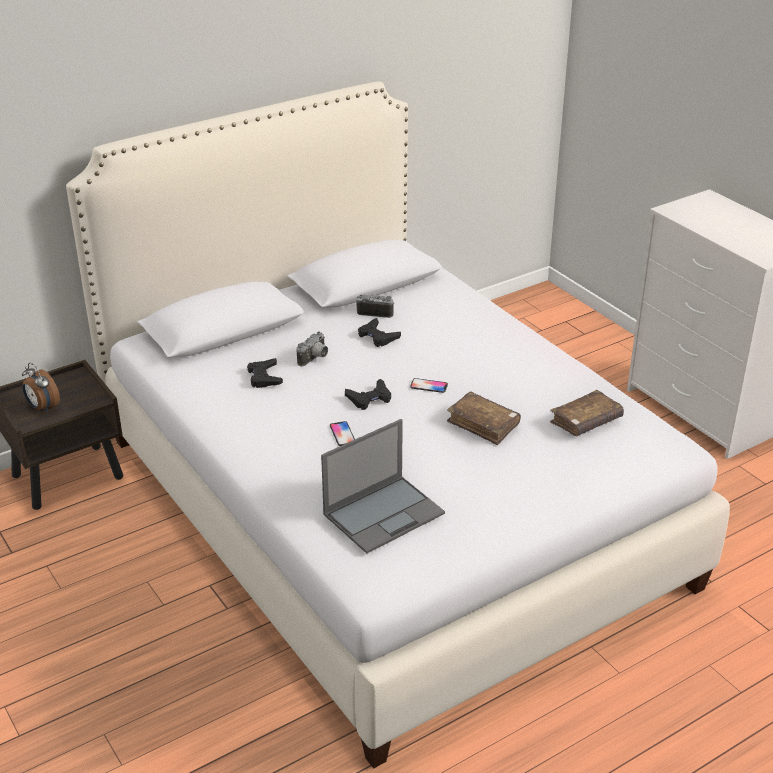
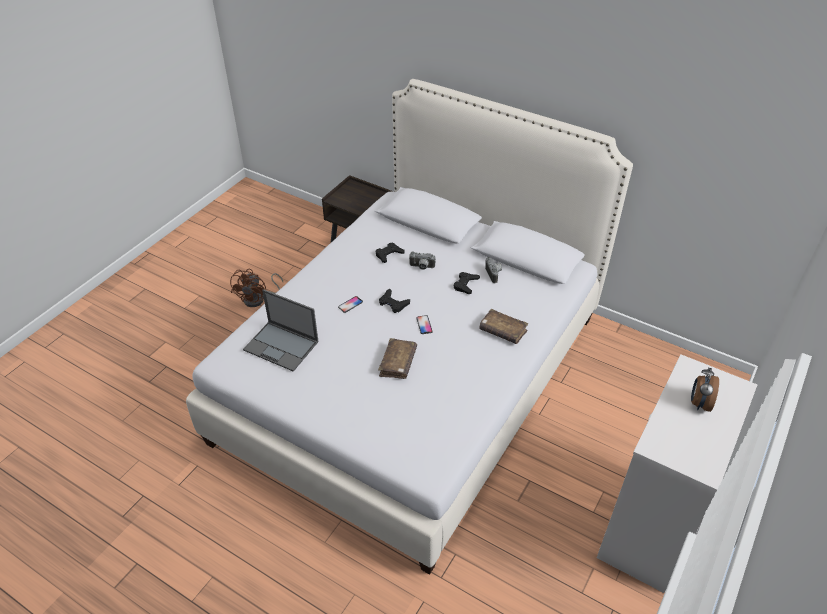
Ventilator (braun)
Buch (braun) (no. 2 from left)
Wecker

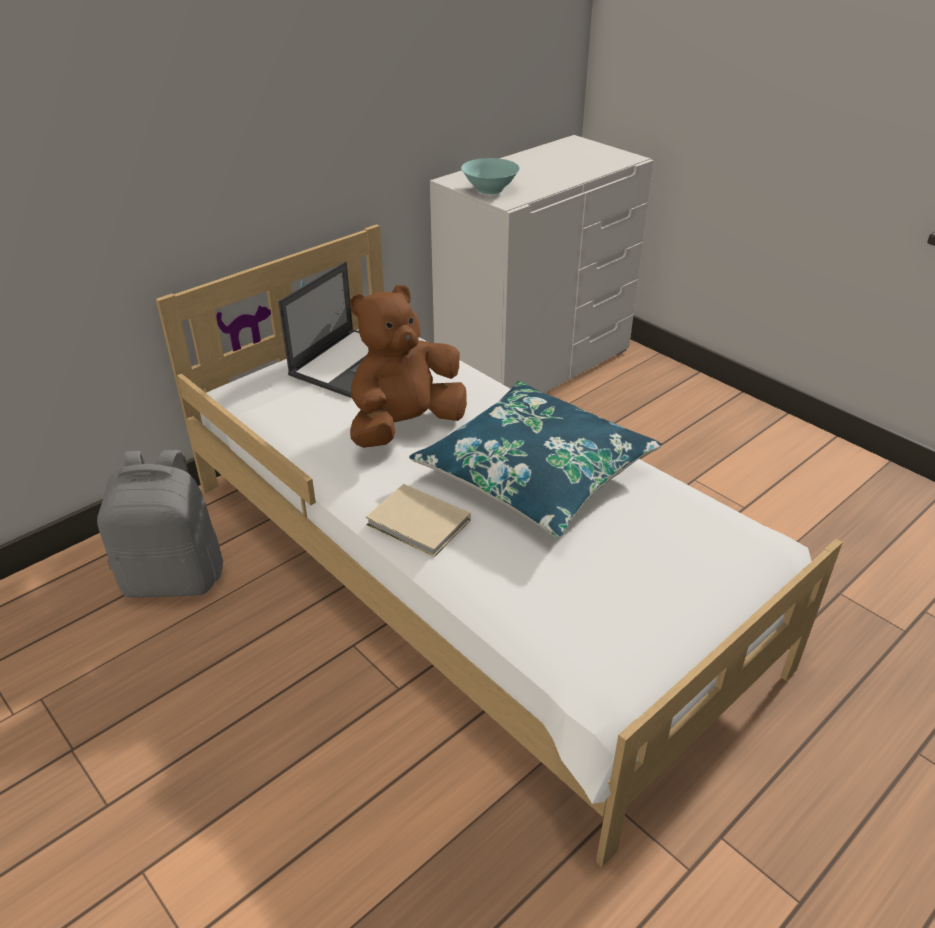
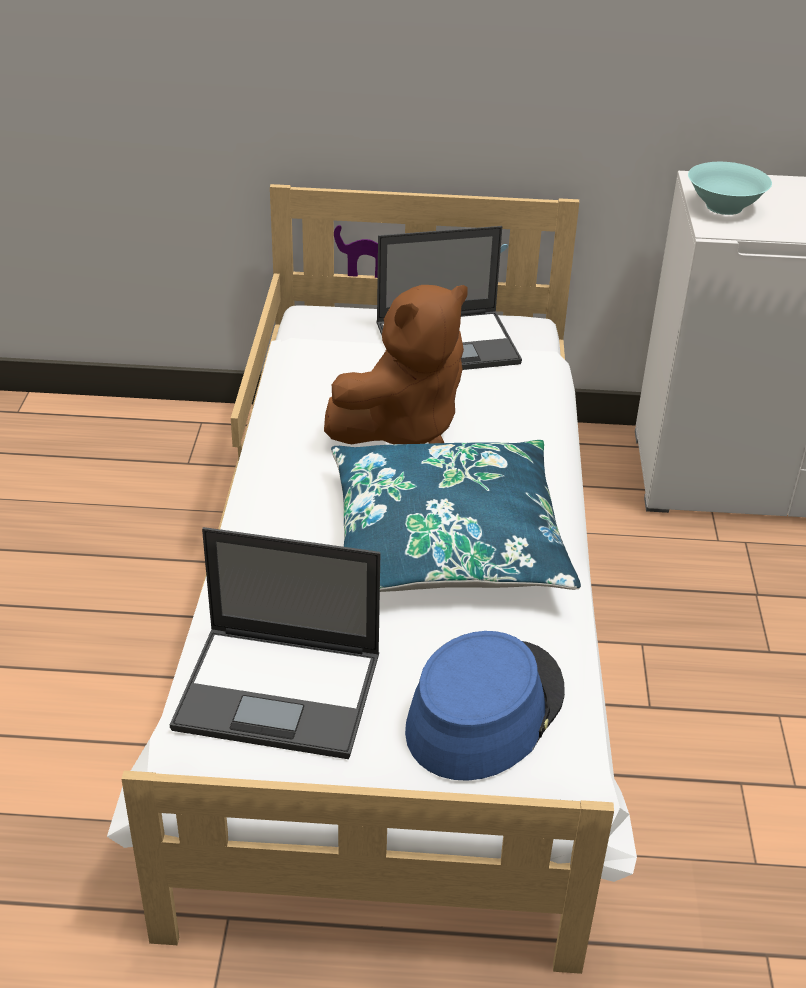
Laptop (no. 1 from left)
Plüschtier (braun)
Hut (blau)
Rucksack (grau)
Buch (beige)

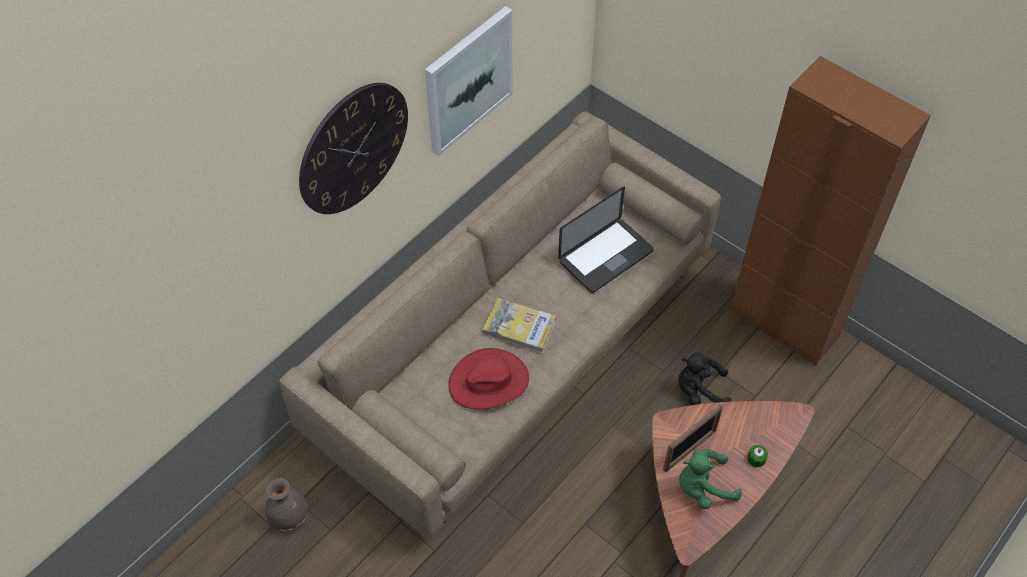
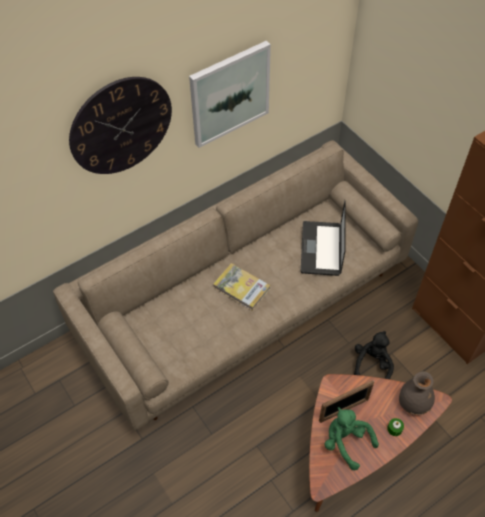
Laptop
Plüschtier (grün)
Plüschtier (schwarz)
Vase (grau)
Hut (rot)

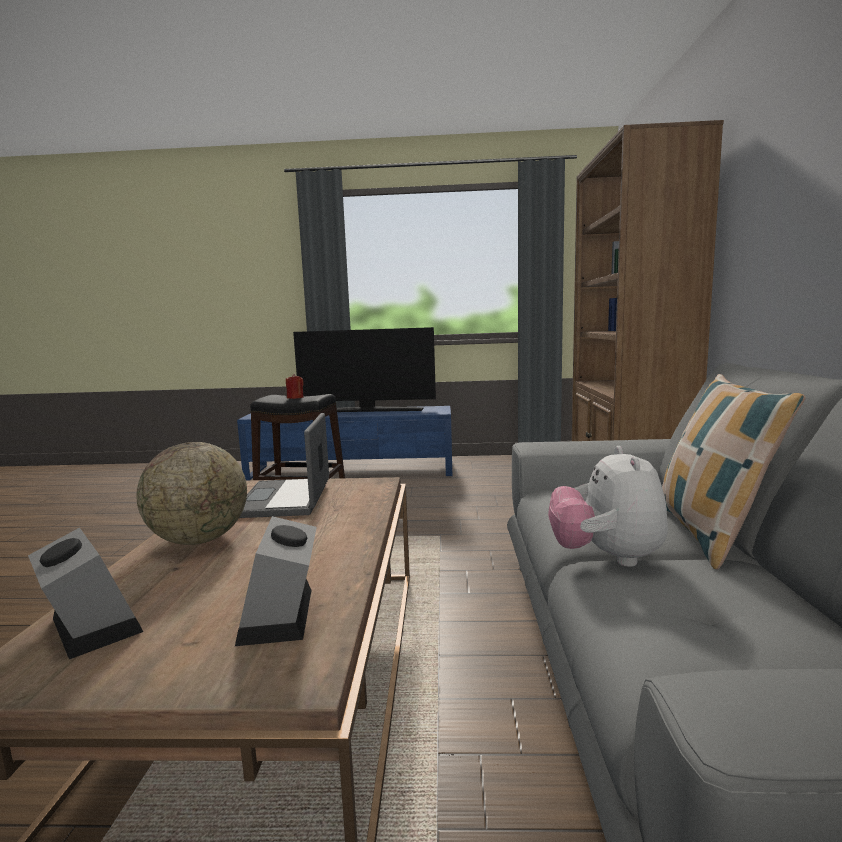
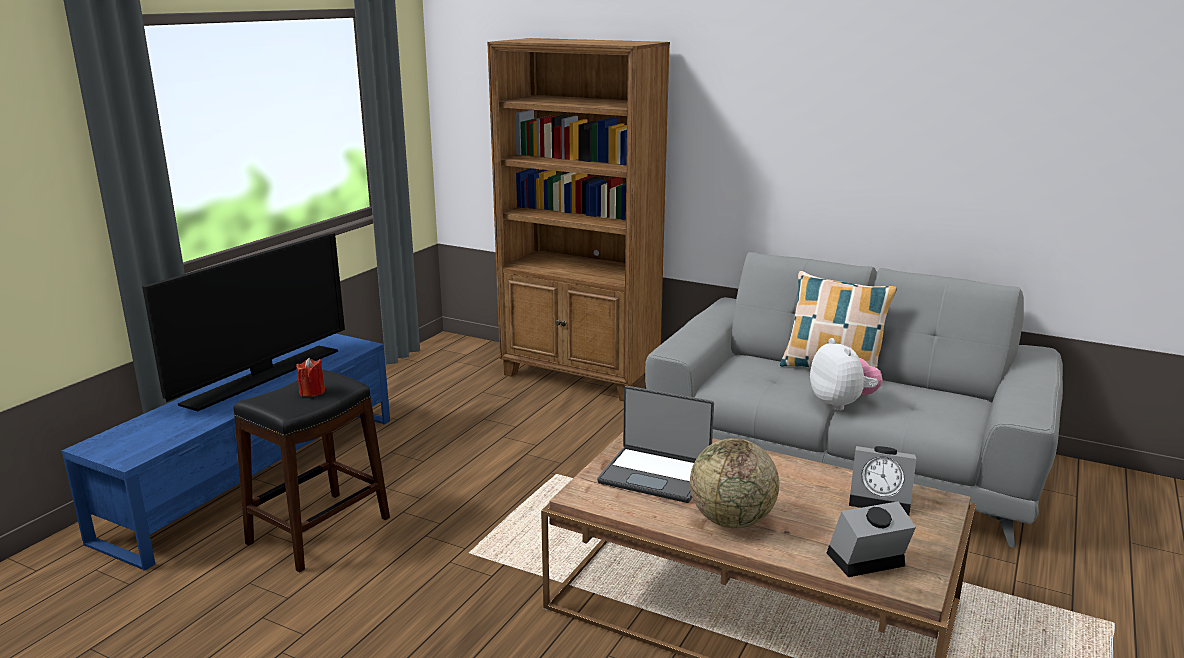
Plüschtier

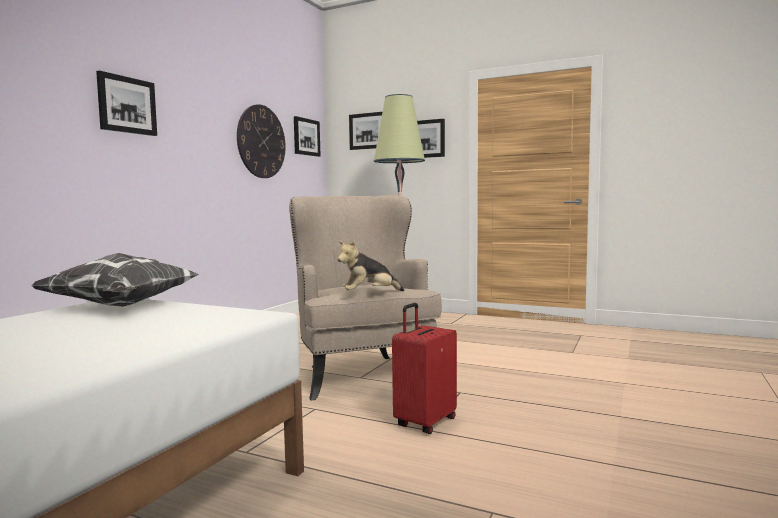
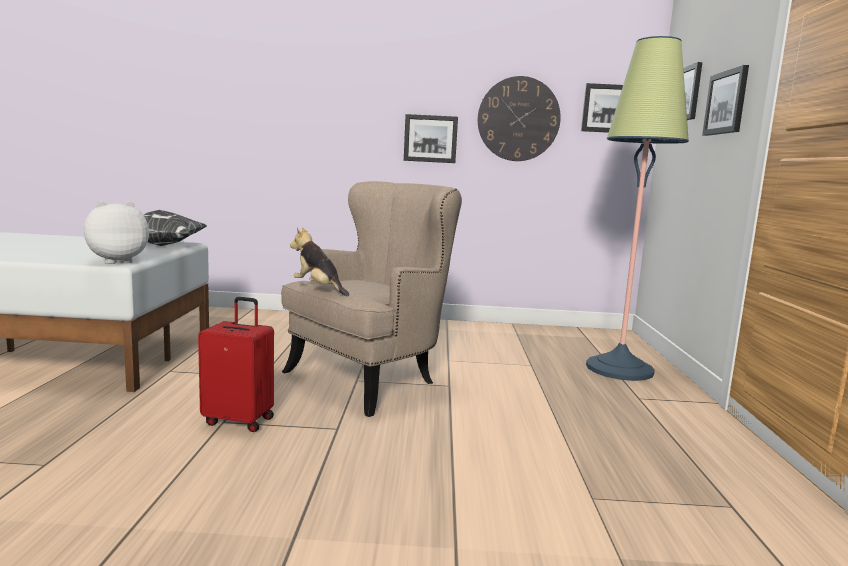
Plüschtier (no. 1 from left)
Bild (no. 1 from left)

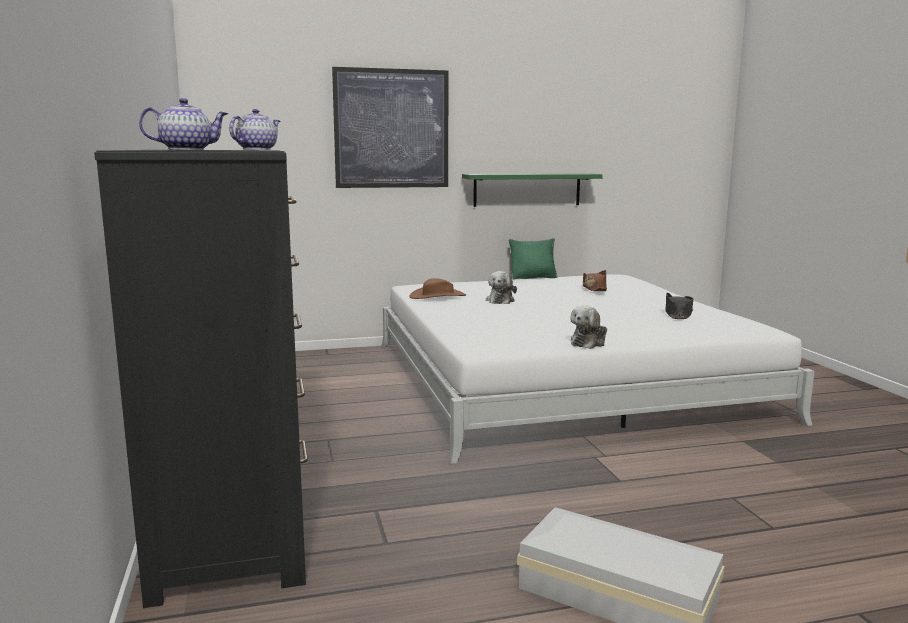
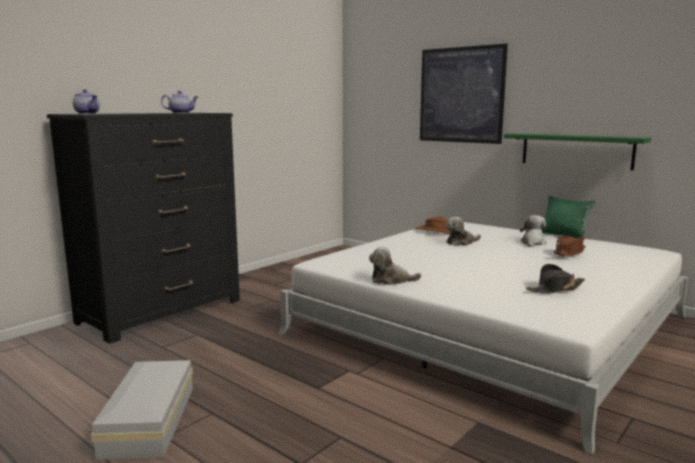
Plüschtier (no. 3 from left)

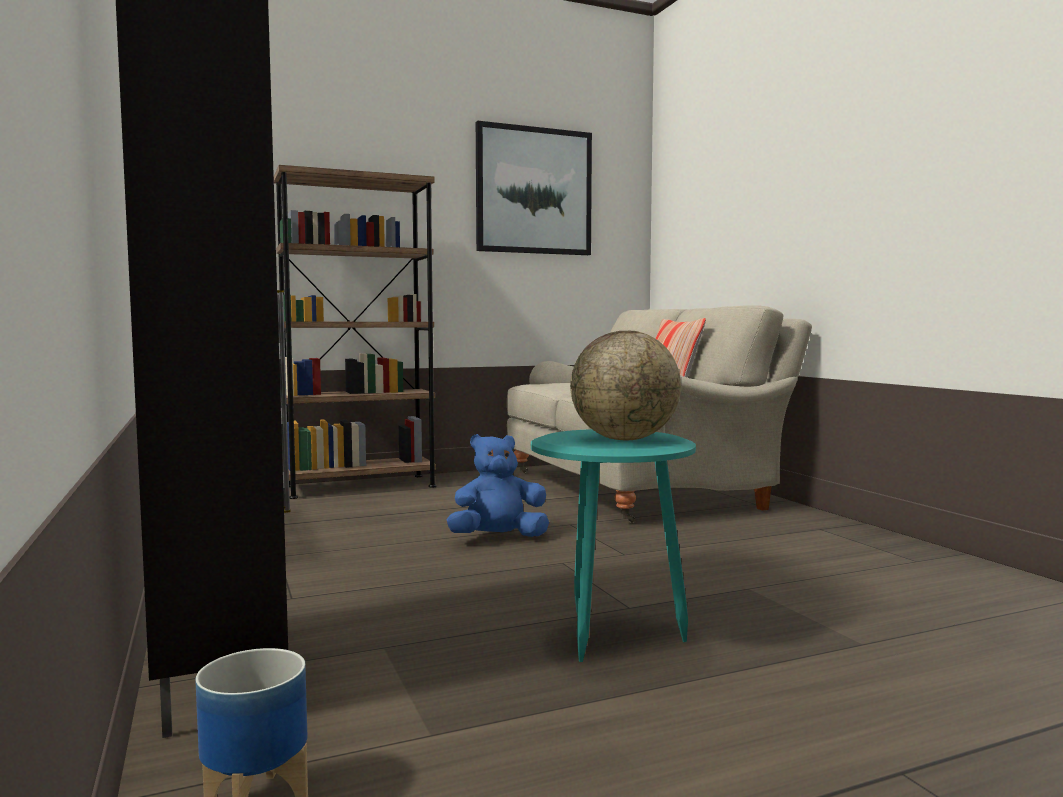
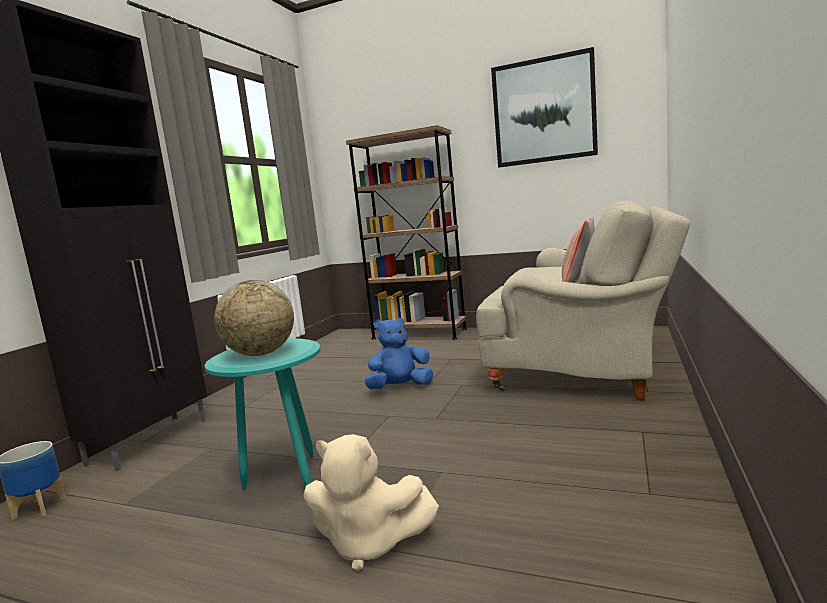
Plüschtier (beige)
Plüschtier (blau)

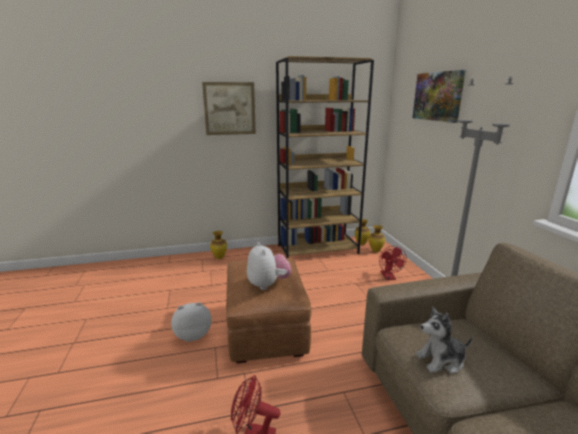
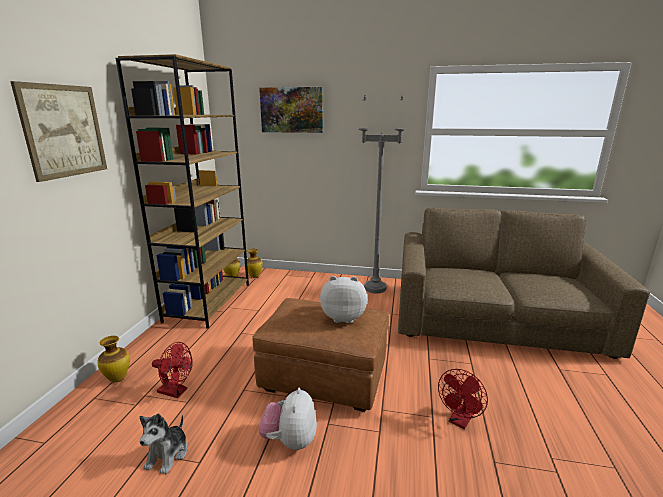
Plüschtier (no. 1 from left)
Ventilator (rot) (no. 1 from left)

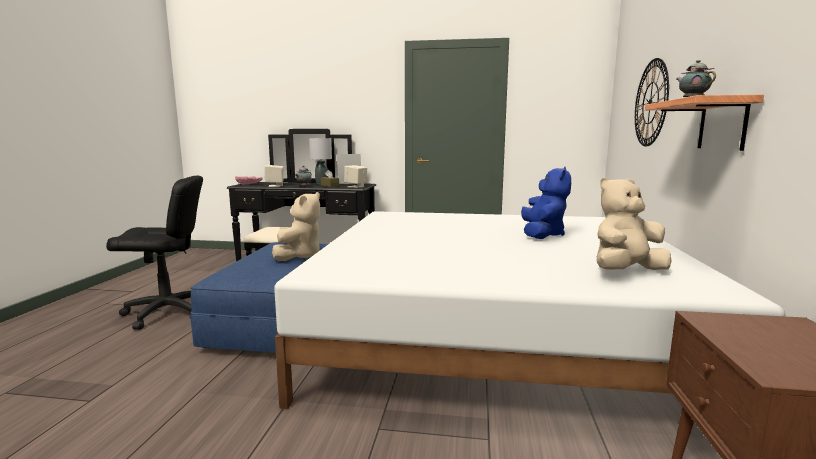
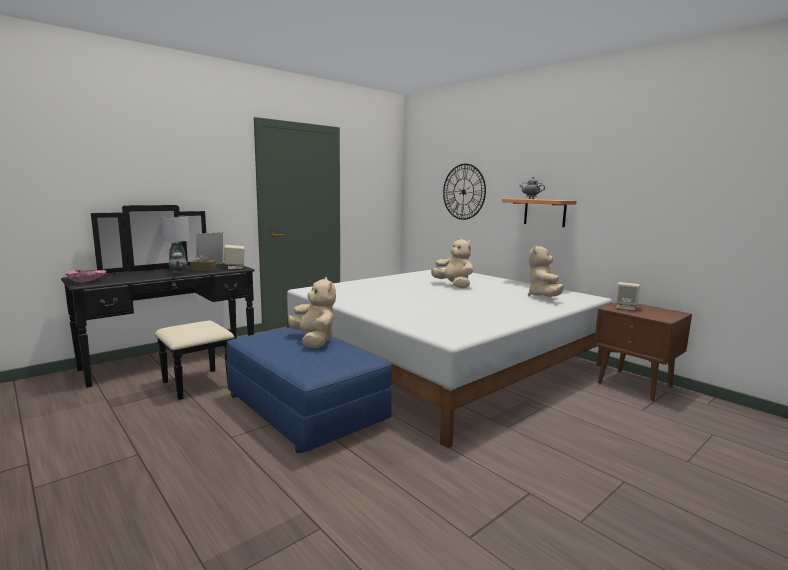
Plüschtier (beige) (no. 2 from left)
Lautsprecher (beige) (no. 2 from left)
Bürostuhl (schwarz)

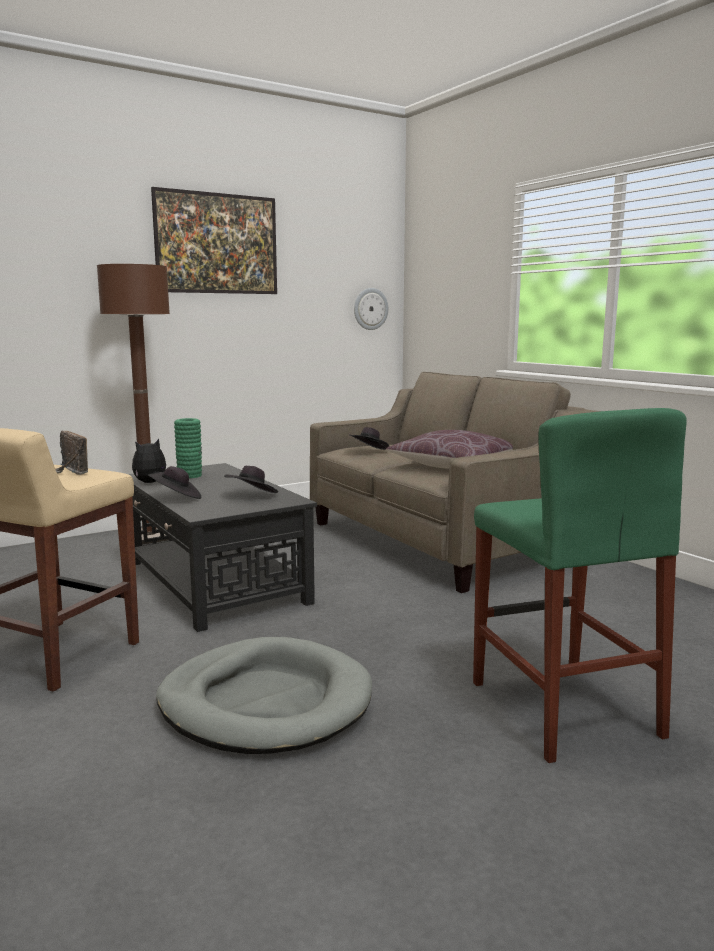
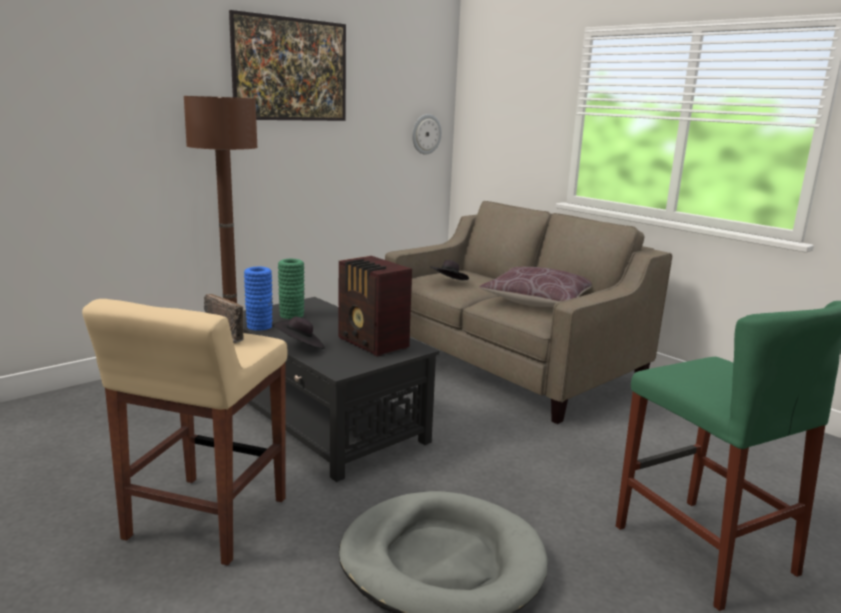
Vase (blau)
Radio (no. 2 from left)

